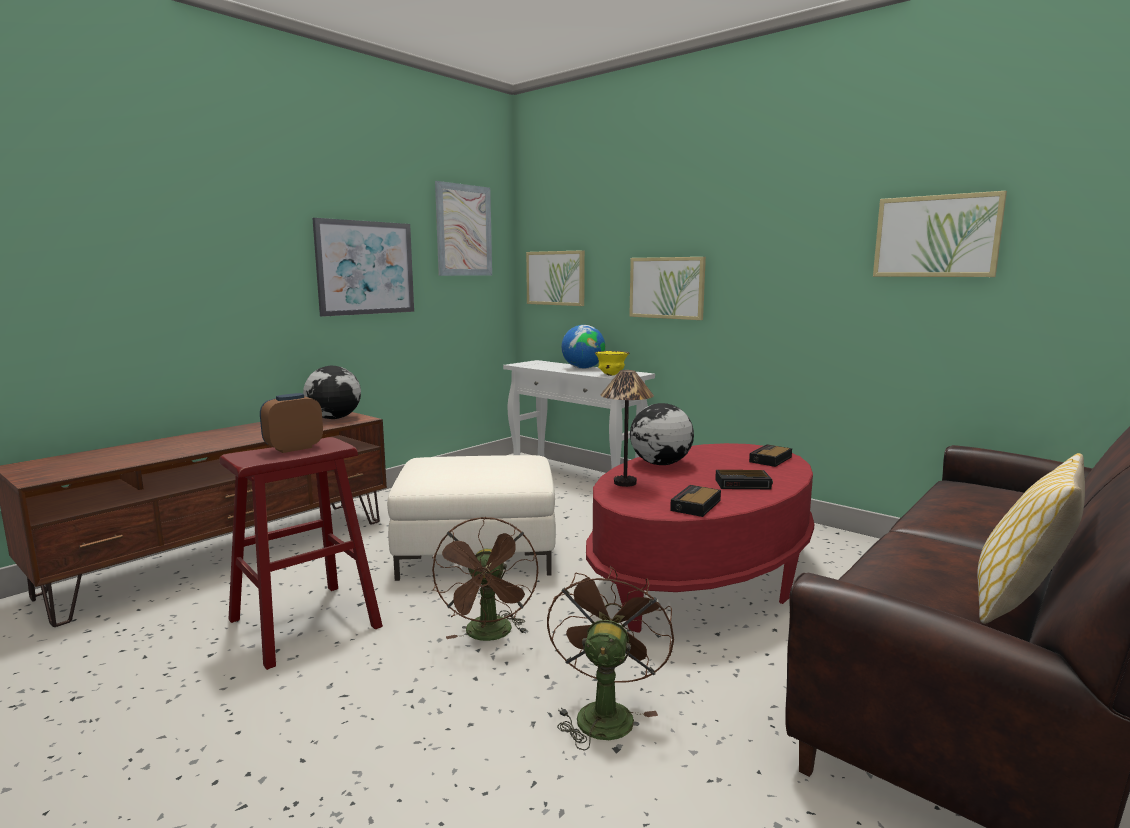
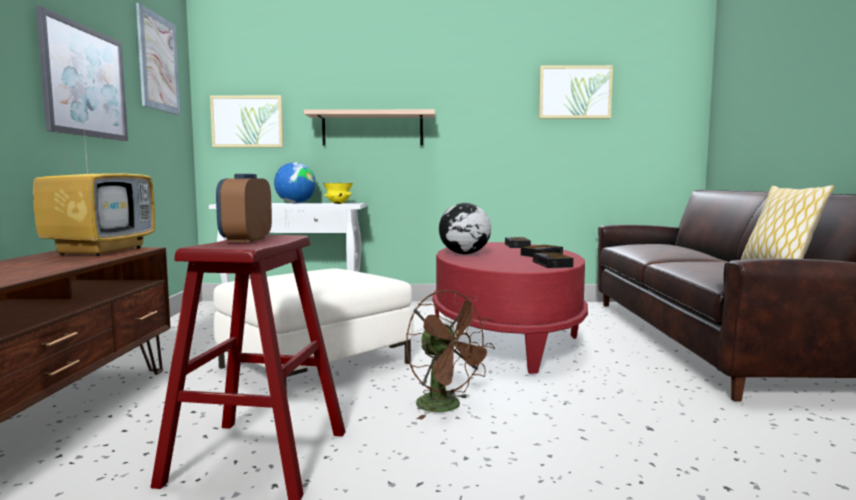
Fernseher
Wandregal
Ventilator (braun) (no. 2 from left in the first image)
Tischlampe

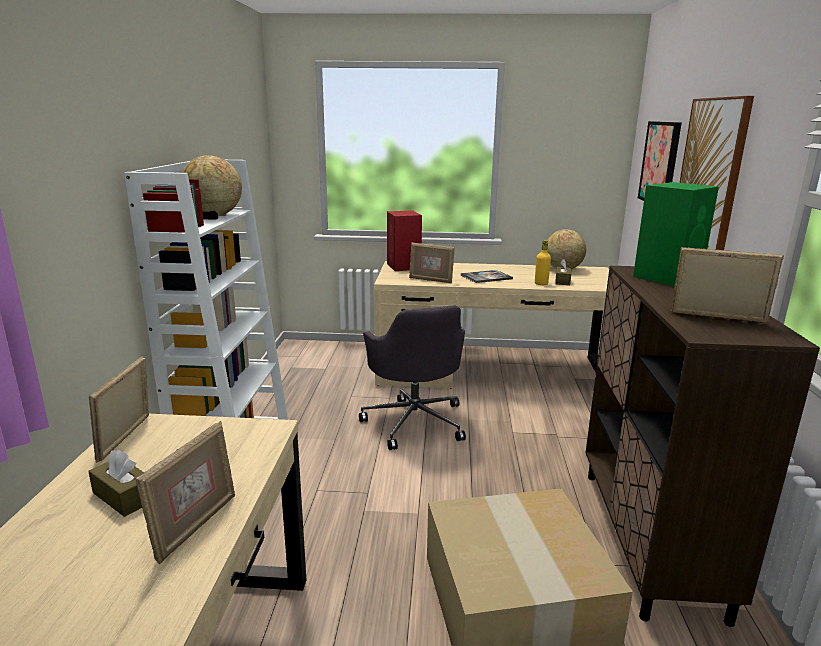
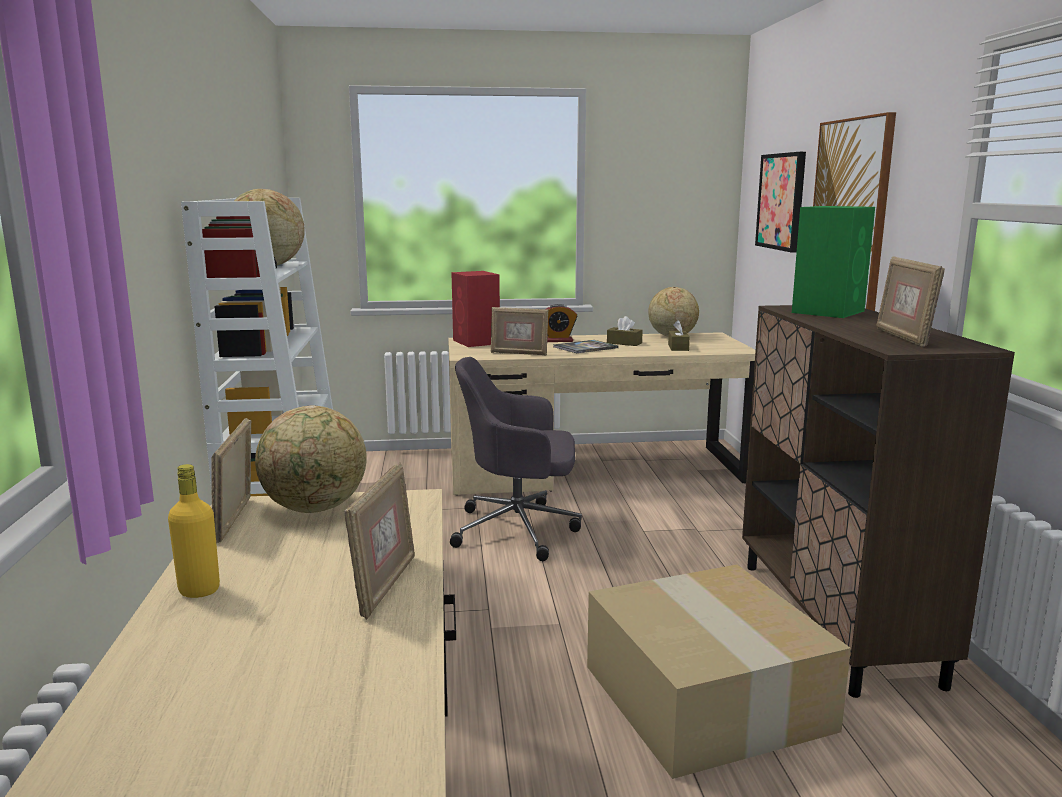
Flasche (gelb)
Globus (no. 2 from left)
Bürostuhl (grau)
Wecker
Taschentuchbox (braun) (no. 1 from left)
Bilderrahmen (no. 4 from left)

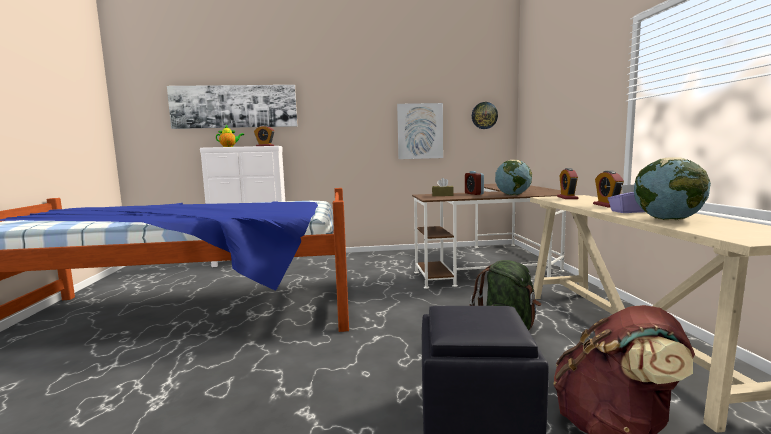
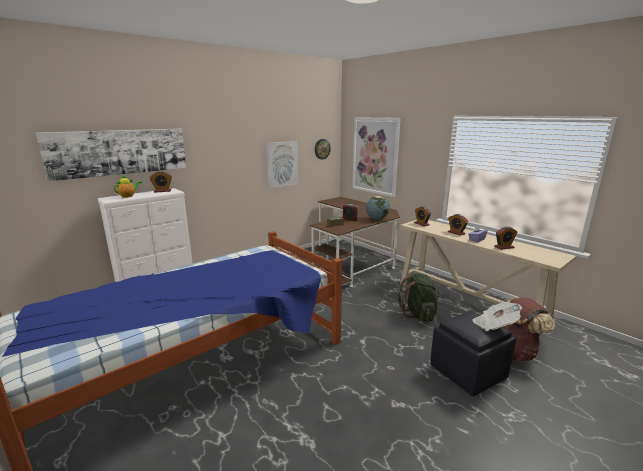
Bild (no. 3 from left)
Zeitung
Wecker (no. 5 from left)

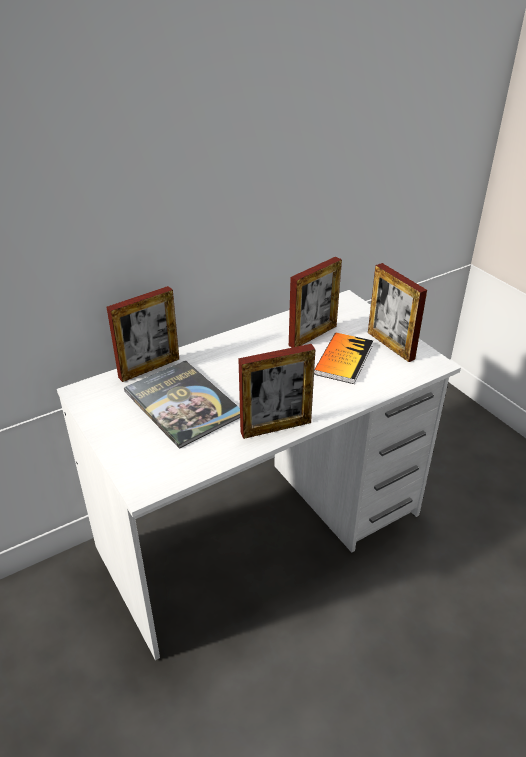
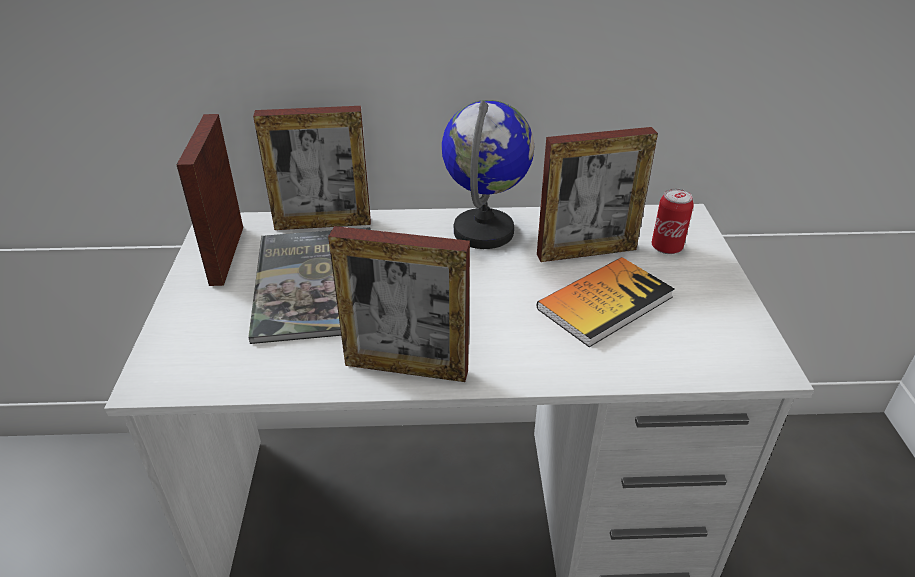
Bilderrahmen (no. 1 from left)
Globus
Dose

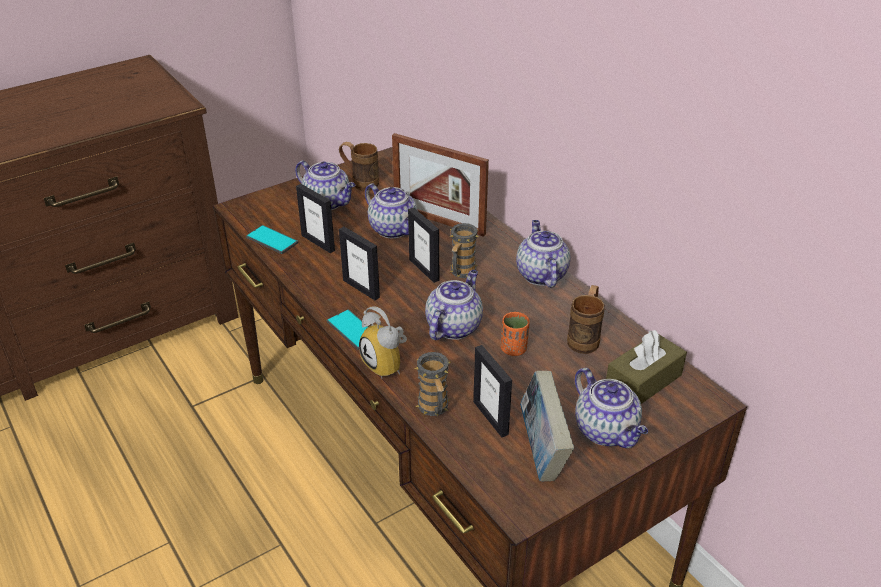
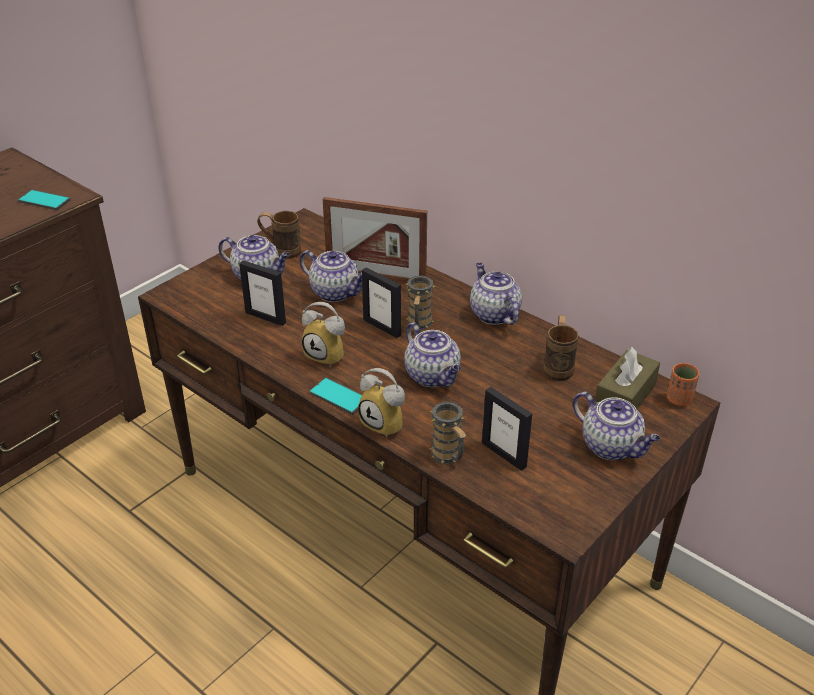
Handy (no. 1 from left)
Wecker (no. 1 from left)
Teekanne (no. 3 from left)
Tasse (orange)
Buch

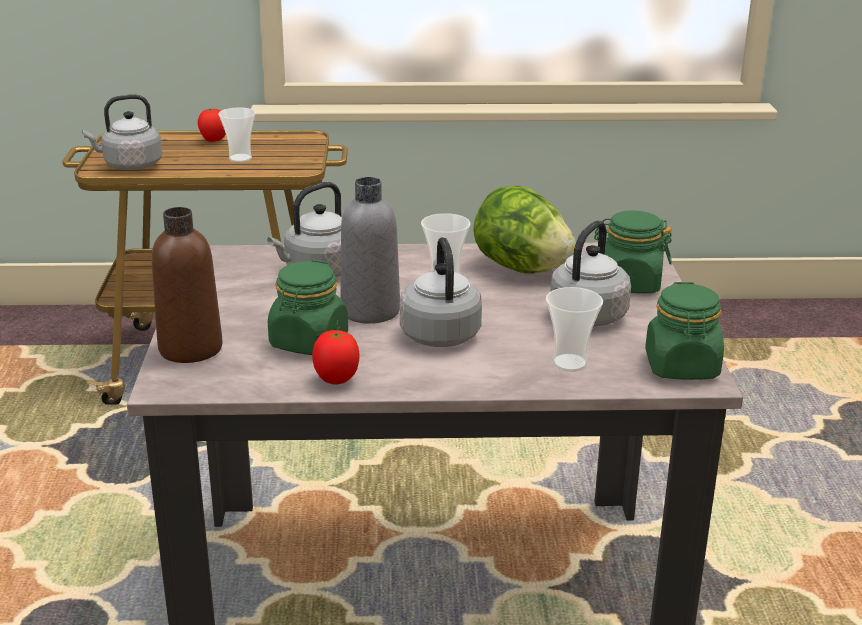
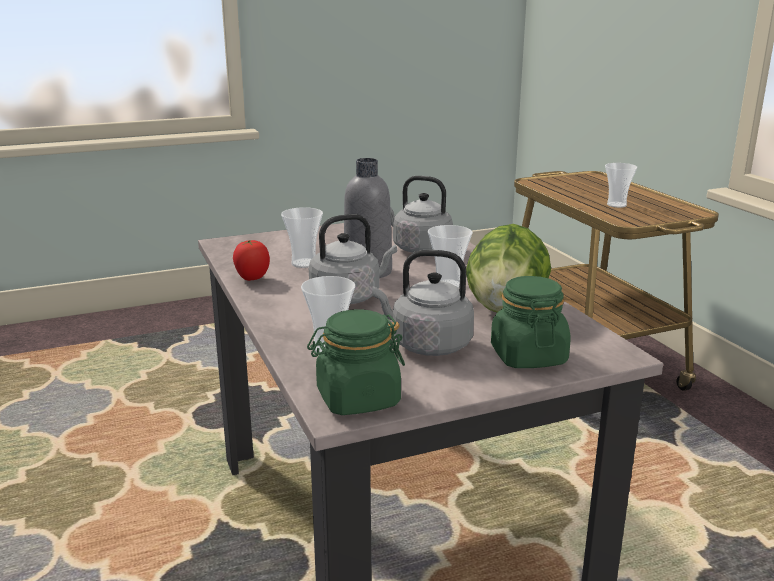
Tasse (no. 1 from left)
Wasserkessel (grau) (no. 1 from left in the first image)
Flasche (braun)
Tomate (no. 1 from left in the first image)

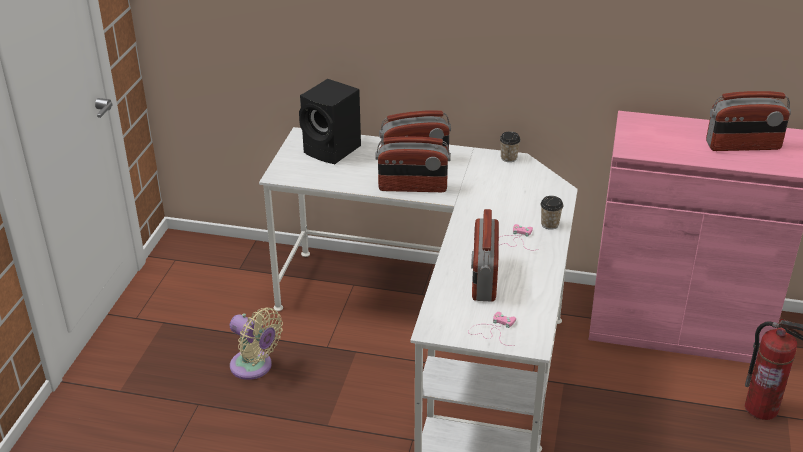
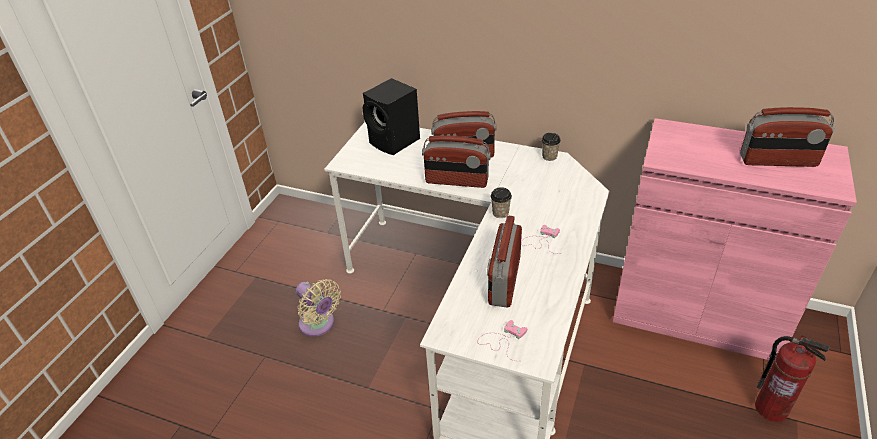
Tasse (no. 1 from left)

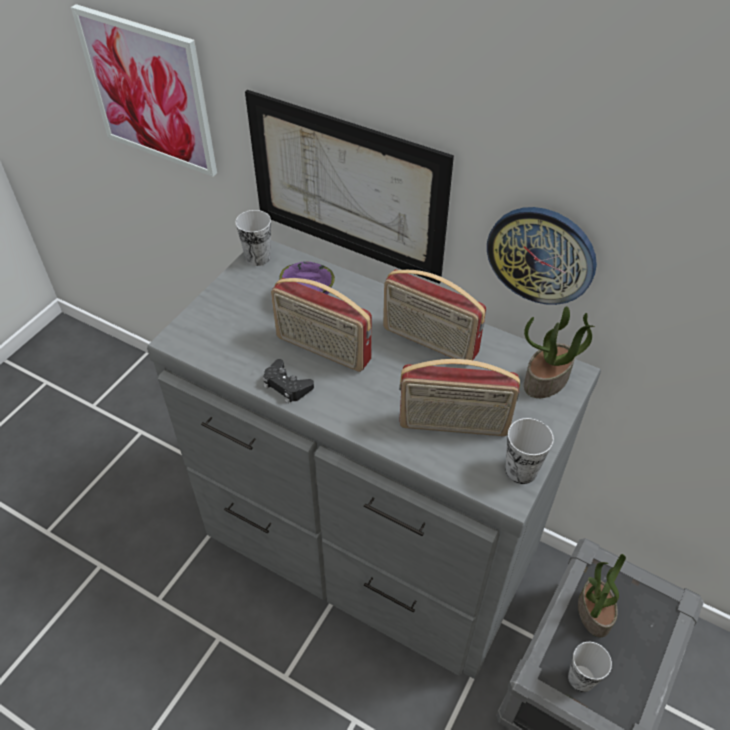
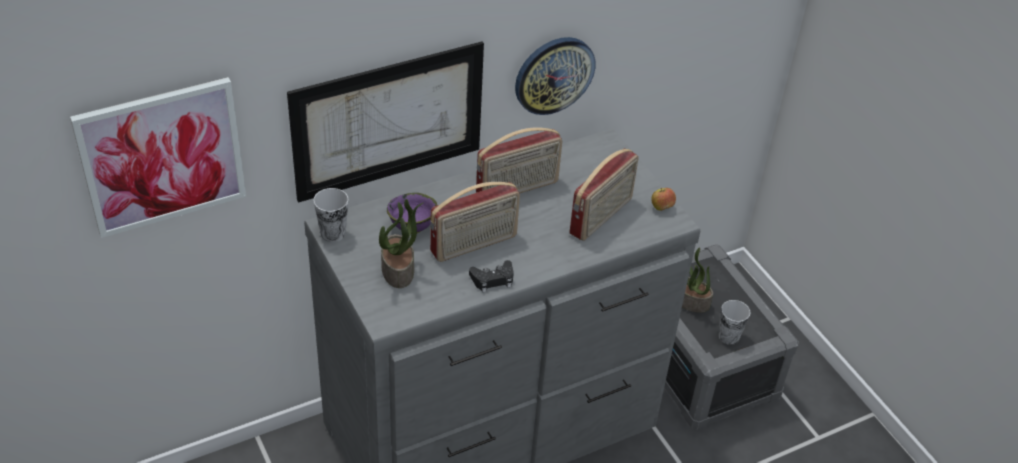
Topfpflanze (no. 1 from left)
Apfel

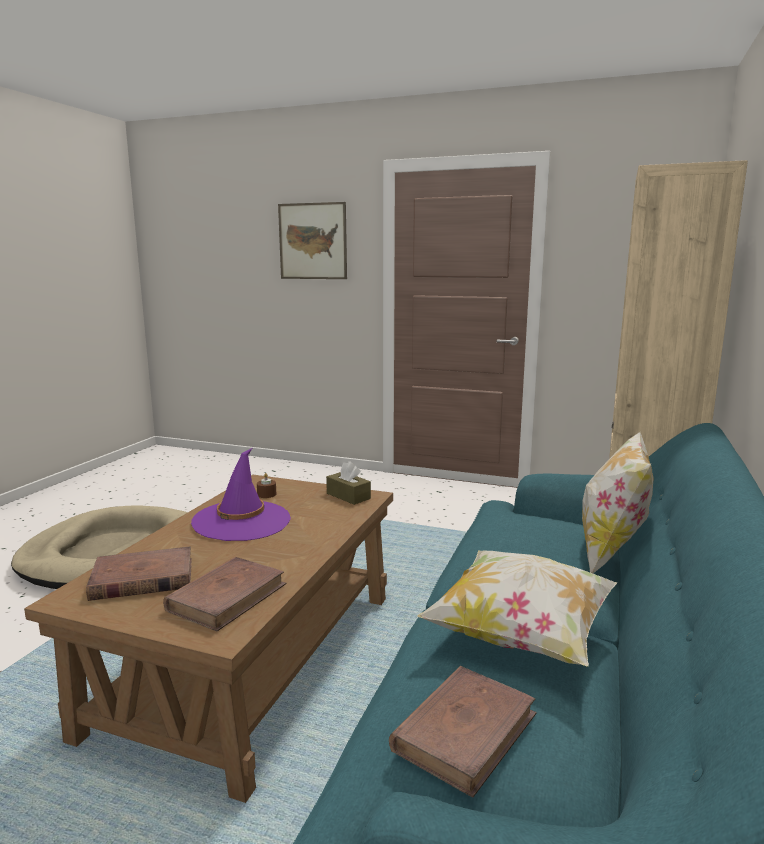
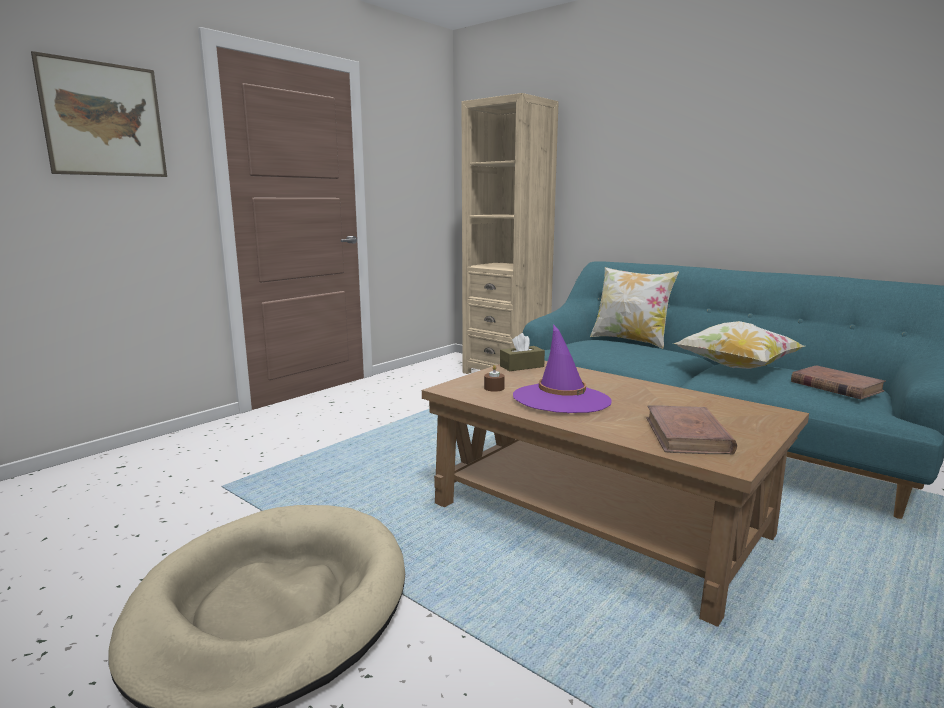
Buch (braun) (no. 2 from left in the first image)

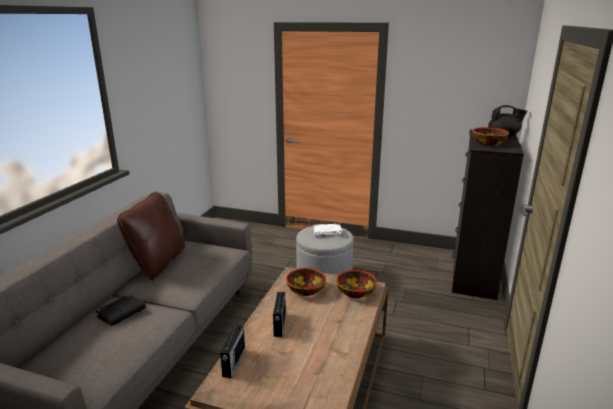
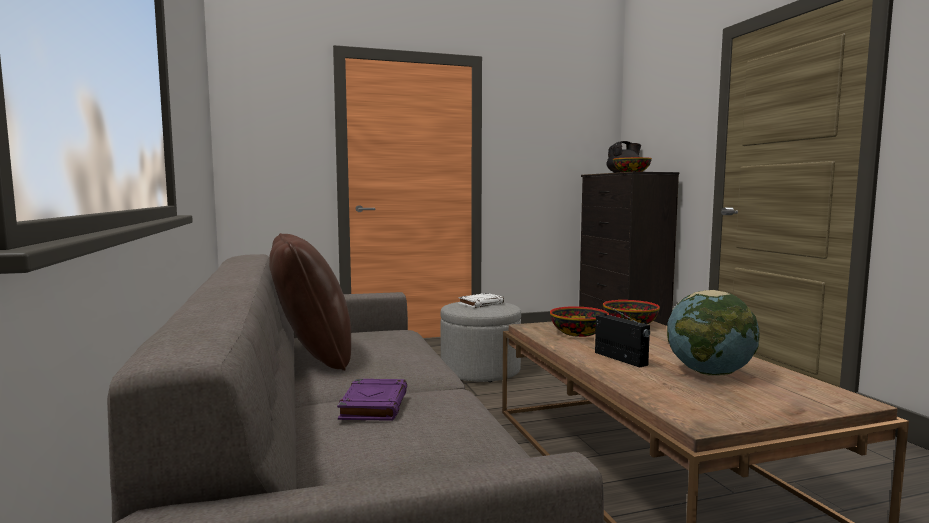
Buch (lila)
Globus
Radio (no. 1 from left in the first image)

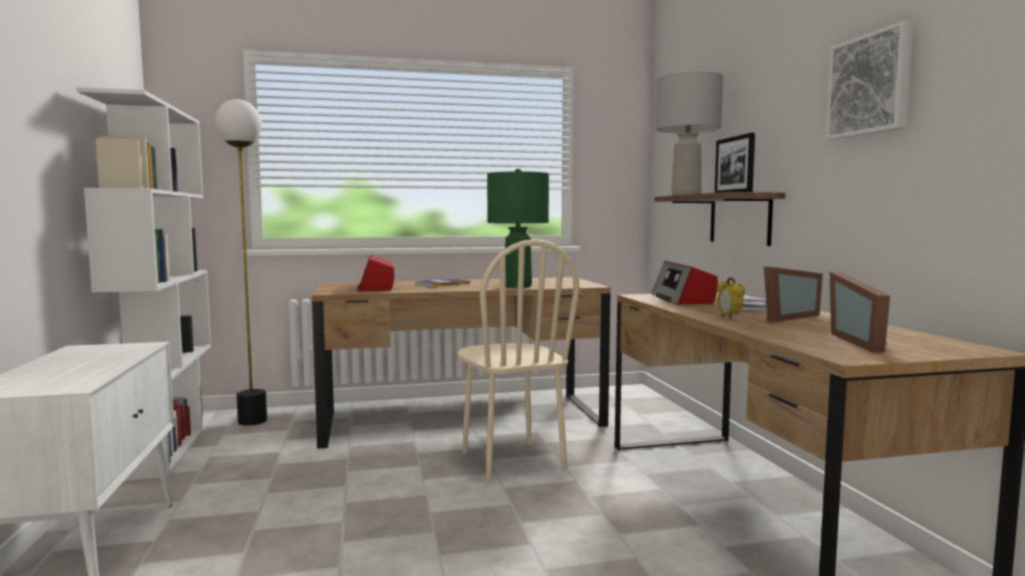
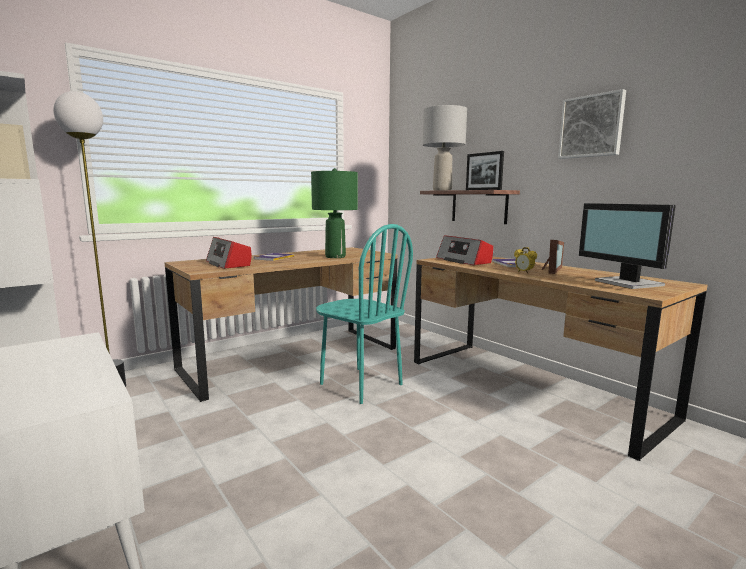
Stuhl (türkis)
Monitor

